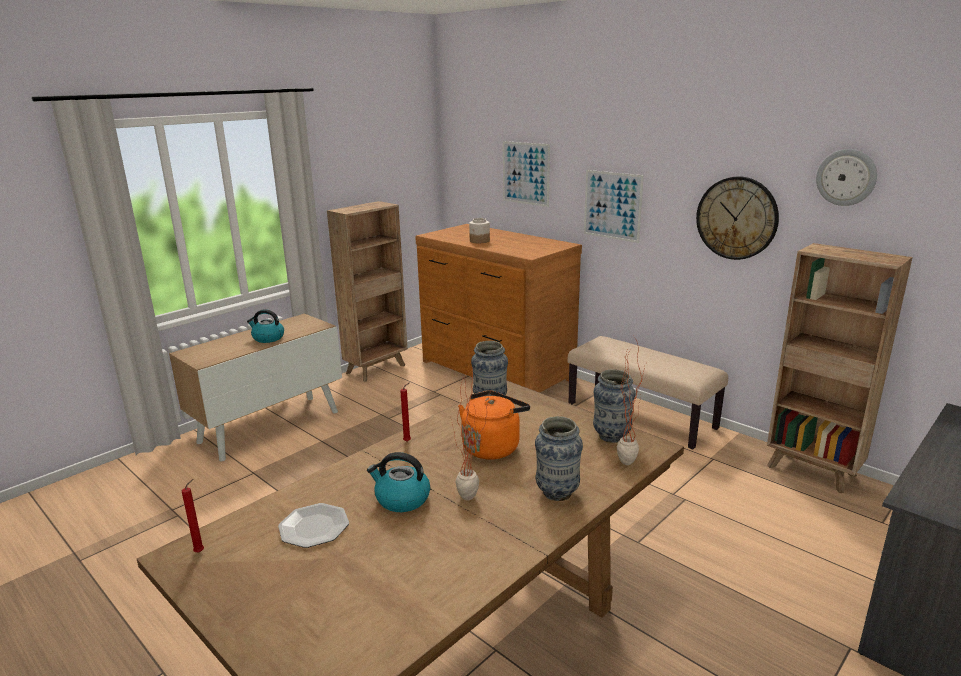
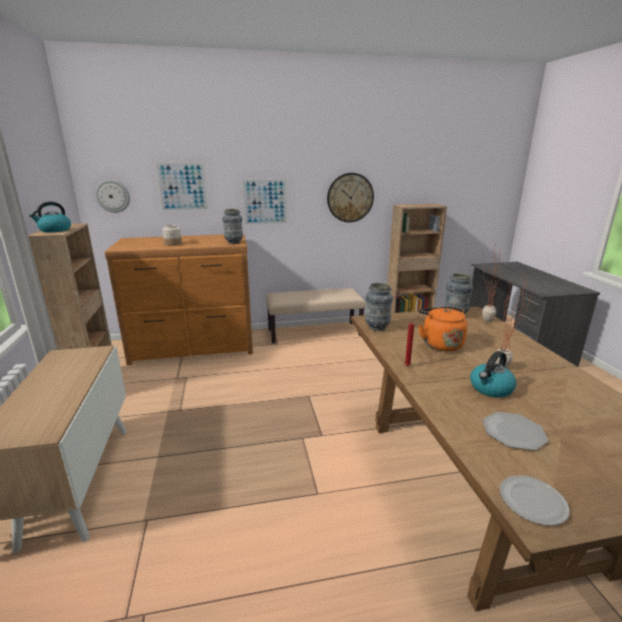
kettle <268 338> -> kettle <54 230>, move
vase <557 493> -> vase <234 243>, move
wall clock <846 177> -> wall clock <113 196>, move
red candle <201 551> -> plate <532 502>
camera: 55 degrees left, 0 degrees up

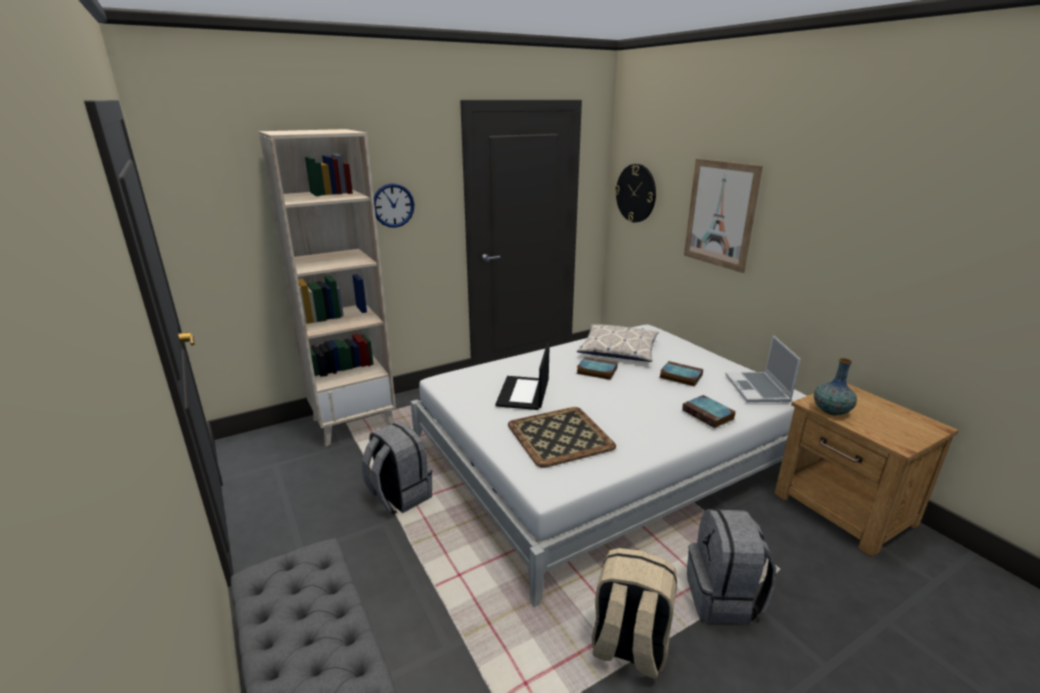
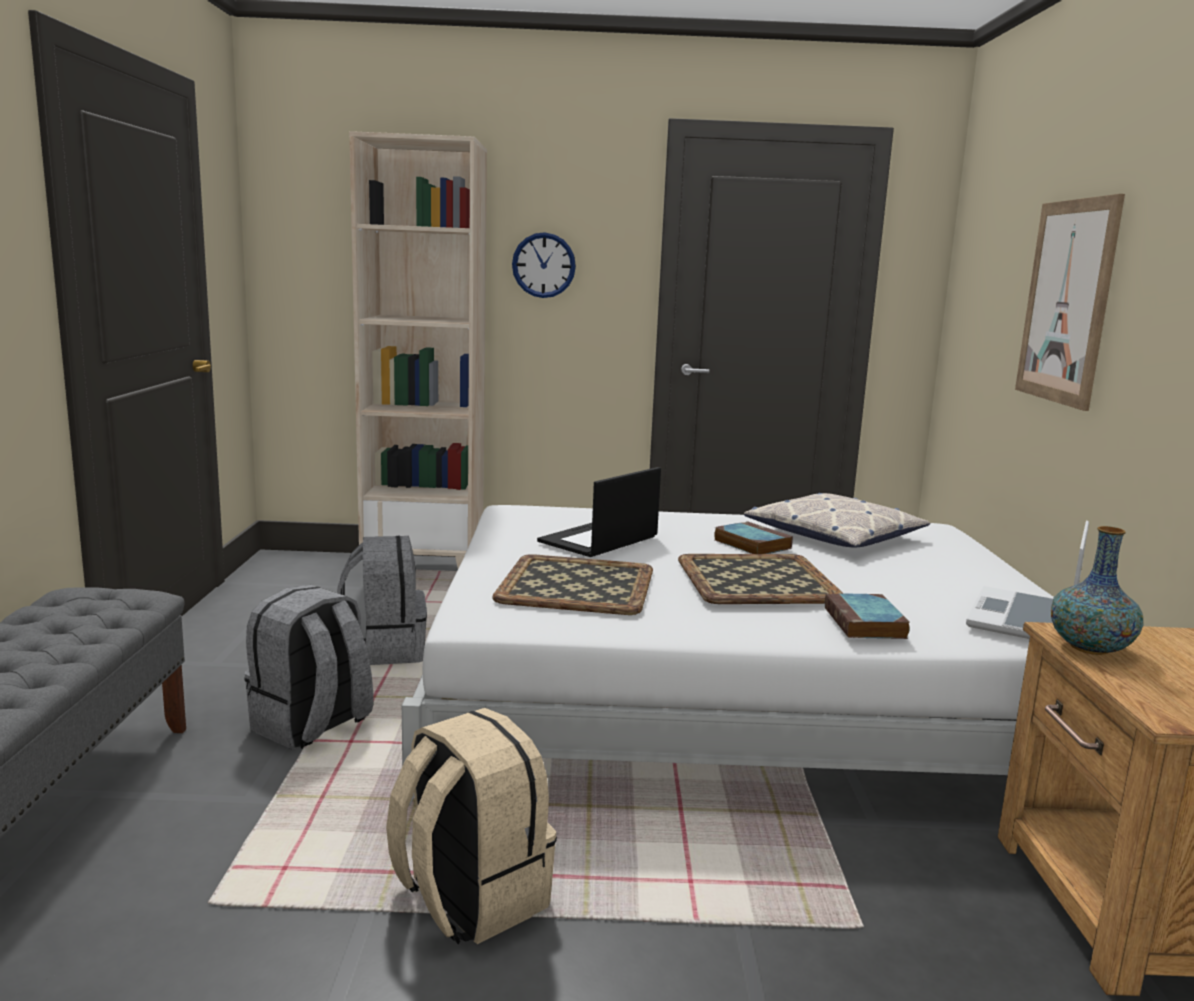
wall clock <636 193> -> none
book <679 376> -> none
none -> tray <755 579>
grey backpack <723 598> -> grey backpack <312 726>, move
camera: 30 degrees right, 10 degrees down

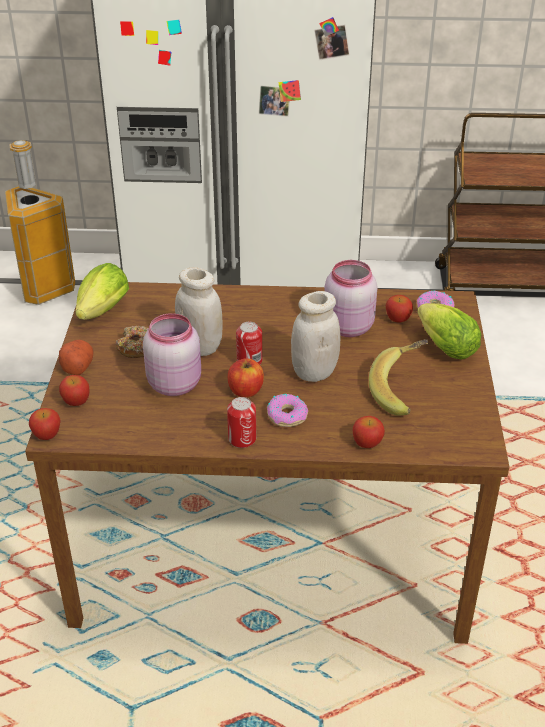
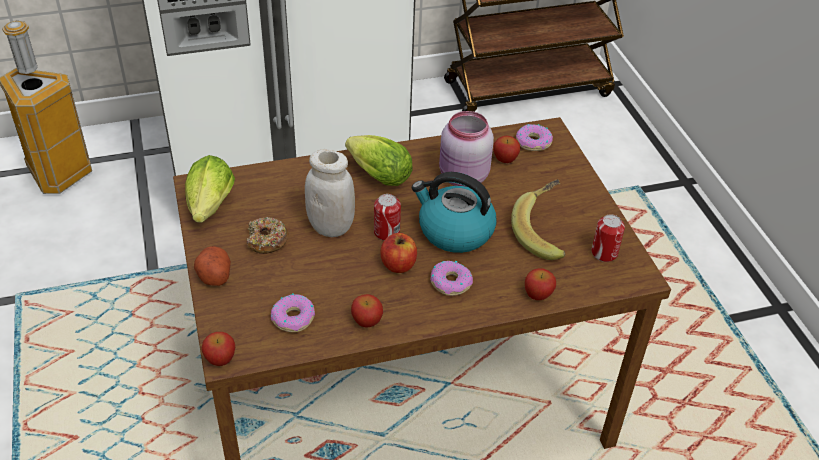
pink jar <174 383> -> none
none -> donut <293 318>
apple <76 401> -> apple <366 321>, move
can <242 439> -> can <604 253>, move
lettuce <443 346> -> lettuce <376 174>, move
white jar <314 372> -> kettle <454 231>
camera: 20 degrees left, 5 degrees up

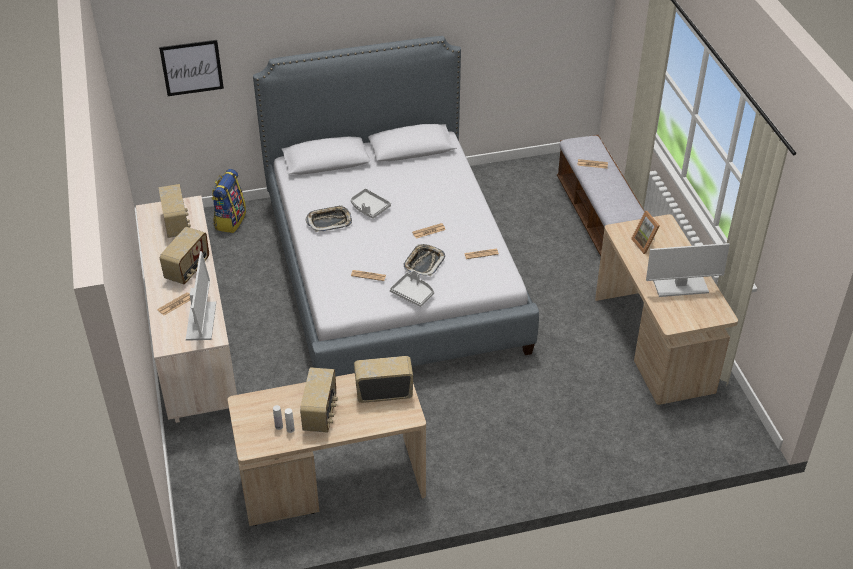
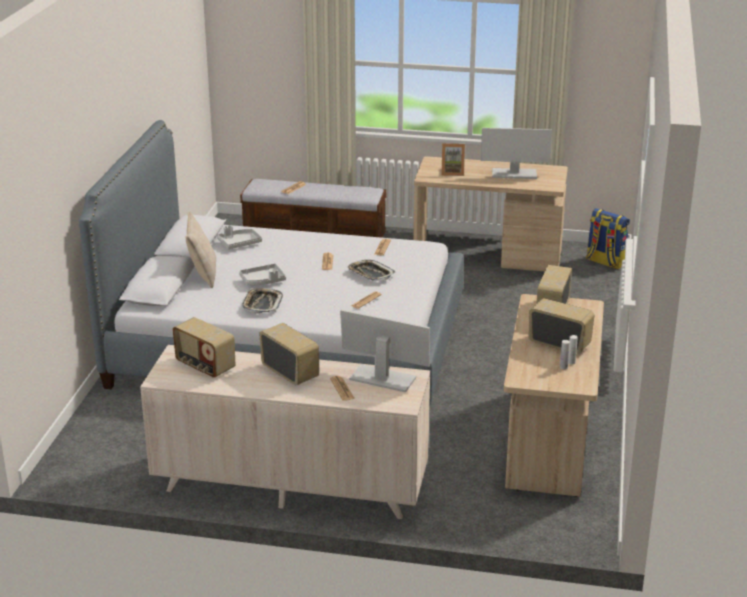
picture <192 67> -> none
none -> beige pillow <203 274>
backpack <230 220> -> backpack <605 262>, move
grey tray <413 294> -> grey tray <239 243>, move
radio <177 224> -> radio <204 366>, 150 degrees counterclockwise
monitor <680 287> -> monitor <513 174>, 75 degrees clockwise
camera: 65 degrees left, 15 degrees down

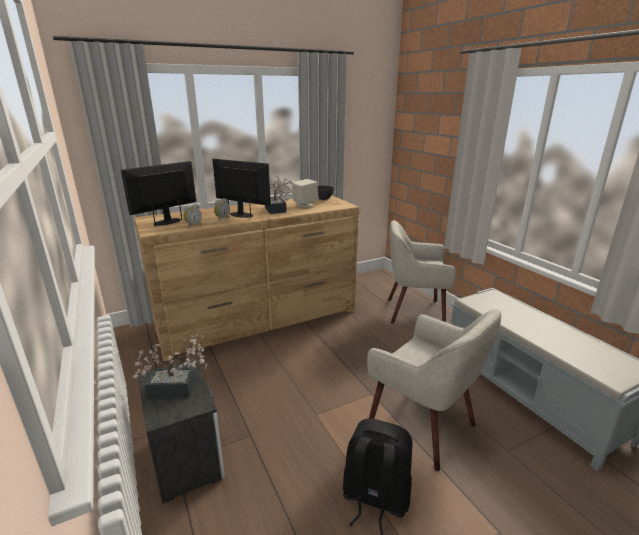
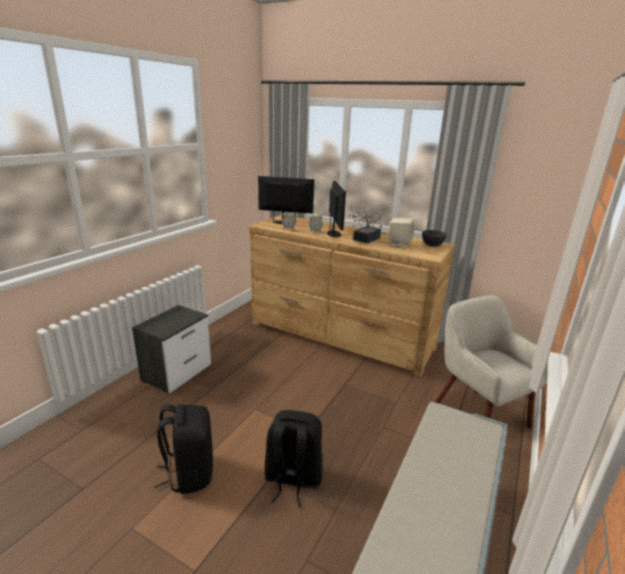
potted plant <178 388> -> none
beige armchair <423 426> -> black backpack <292 479>
camera: 55 degrees right, 0 degrees up

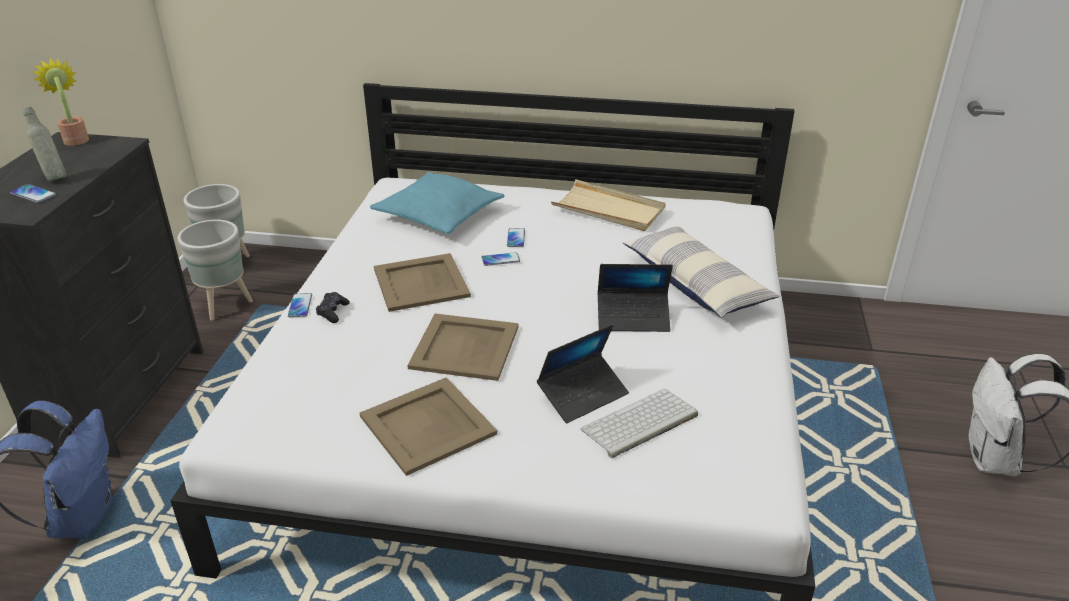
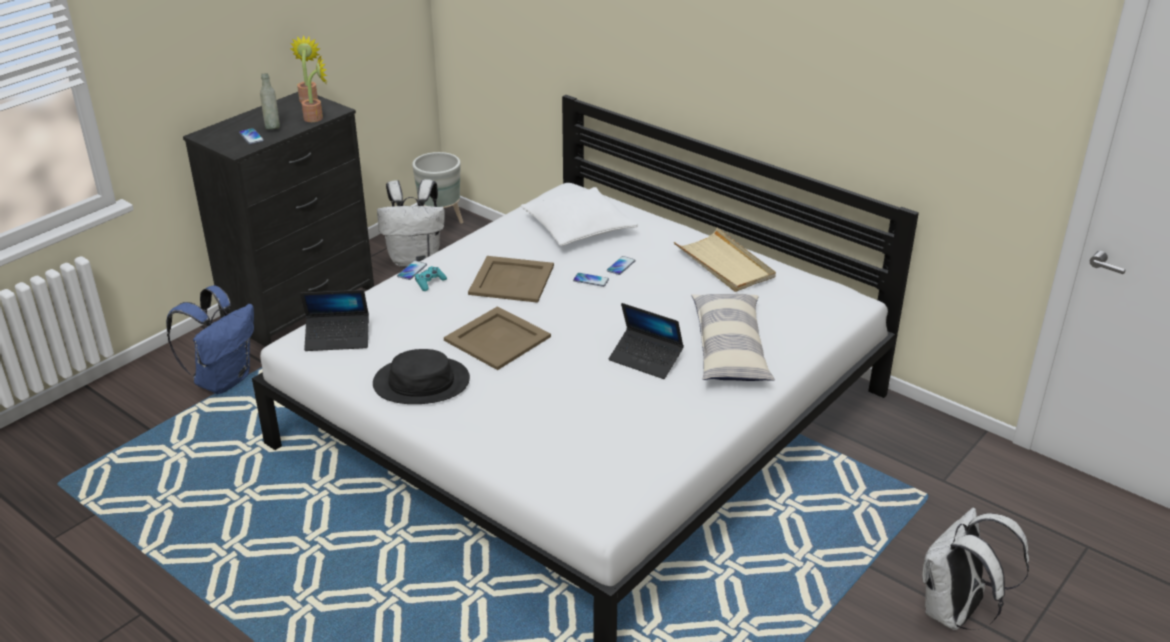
keyboard <639 424> -> none
none -> potted plant <317 117>
laptop <583 394> -> laptop <338 338>, move
grey planter <225 305> -> white backpack <416 259>
beige tray <426 425> -> black hat <421 382>
black game controller <333 312> -> turquoise game controller <430 282>
turquoise pillow <438 215> -> white pillow <578 228>
camera: 30 degrees right, 0 degrees up

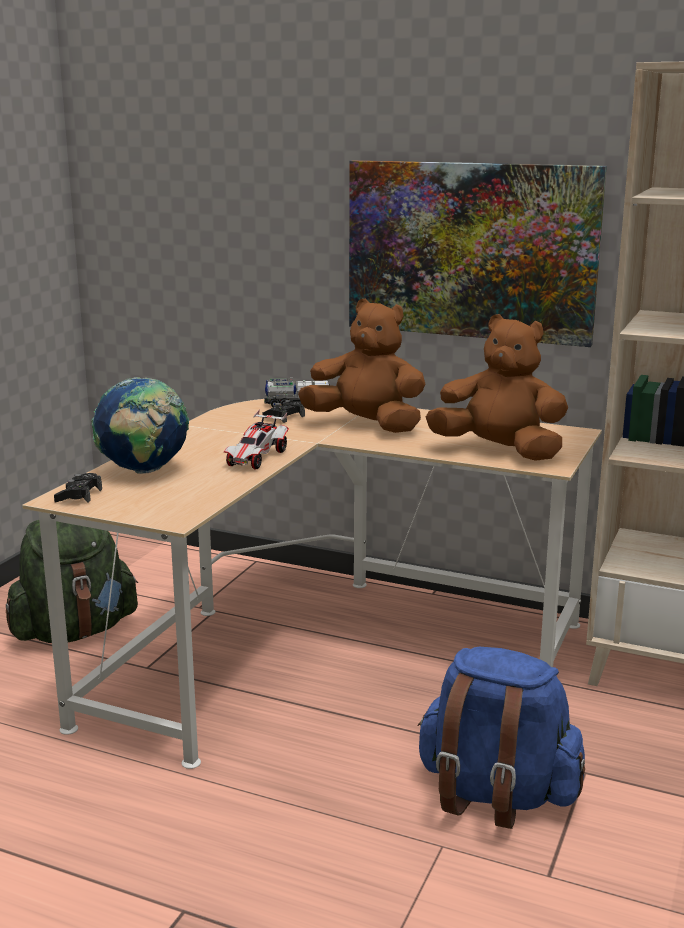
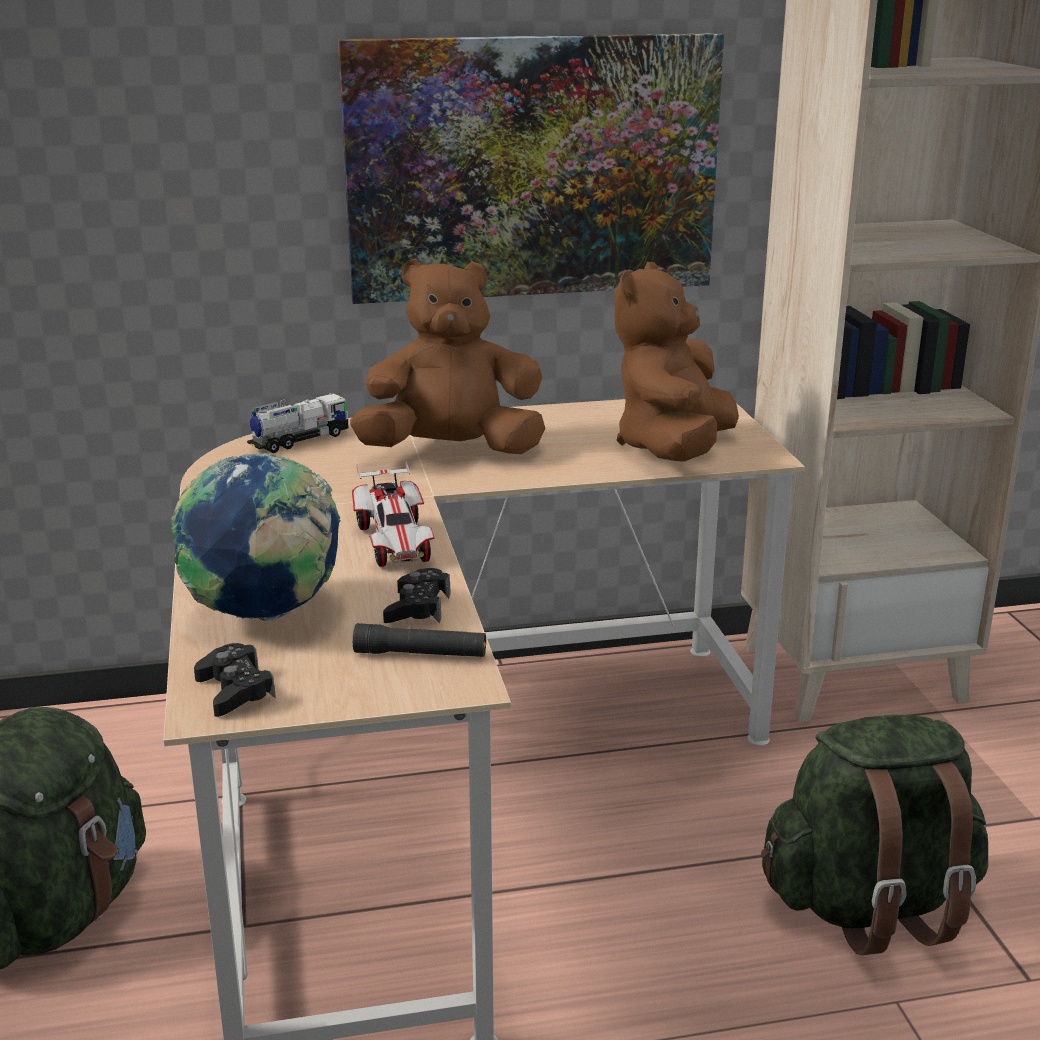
none -> black flashlight <420 654>
black game controller <284 417> -> black game controller <418 608>, move
blue backpack <495 794> -> green backpack <870 905>
brown plush toy <499 451> -> brown plush toy <673 450>, 60 degrees counterclockwise
camera: 35 degrees left, 5 degrees up

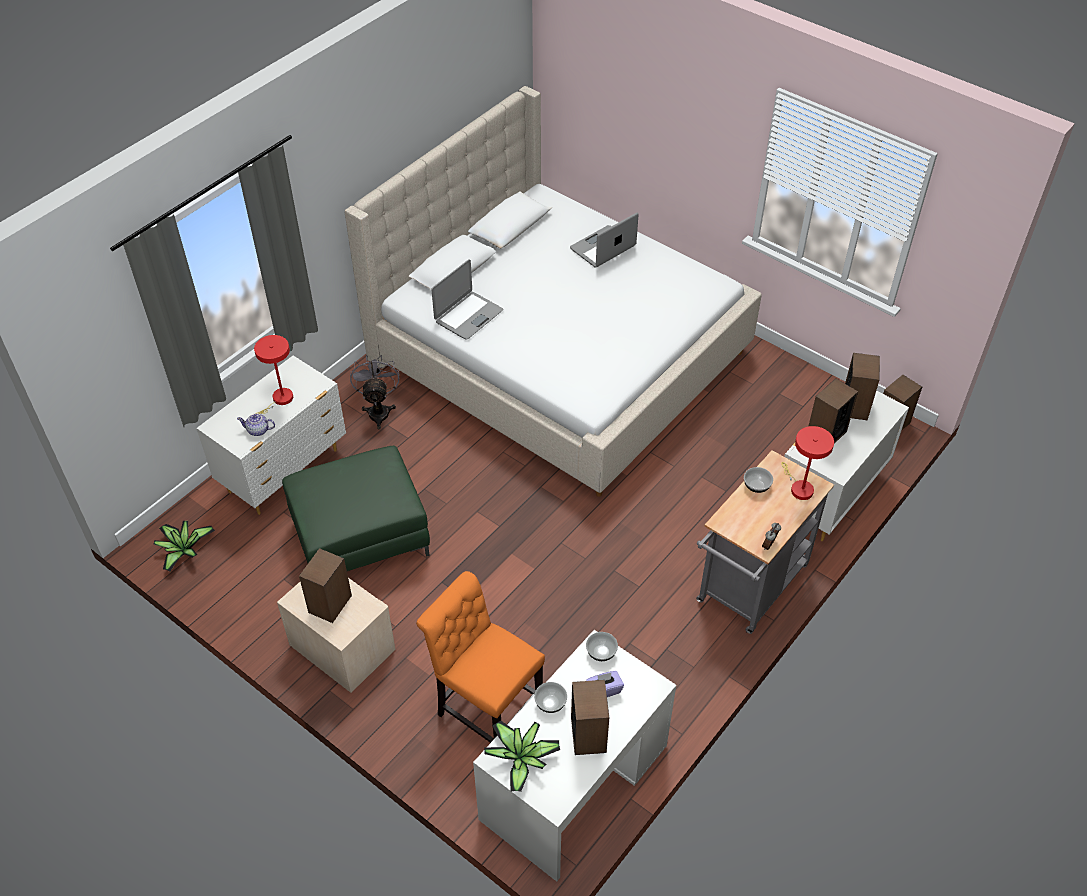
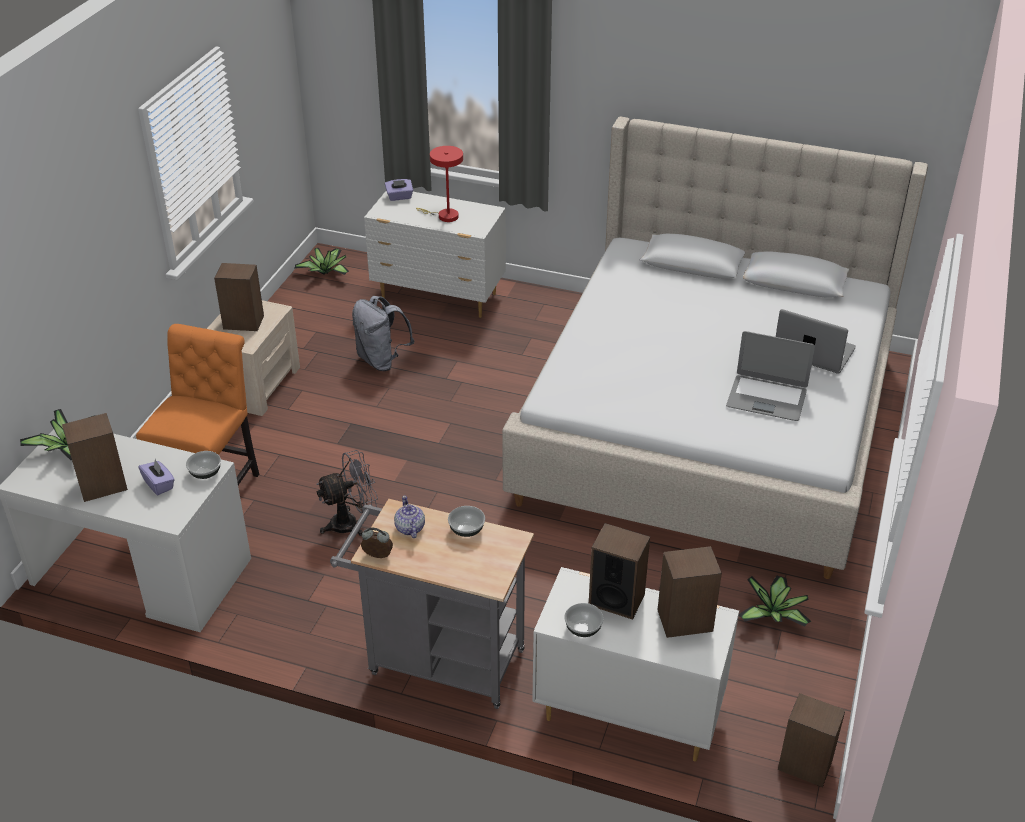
red table lamp <799 488> -> none
none -> purple tissue box <399 197>
none -> potted plant <774 614>
teapot <258 430> -> teapot <409 528>, move
grey fan <379 410> -> grey fan <351 523>, move
laptop <468 316> -> laptop <766 398>, move
bowl <551 703> -> bowl <583 629>, move
green ottoman <360 538> -> grey backpack <382 360>
camera: 70 degrees right, 10 degrees down

